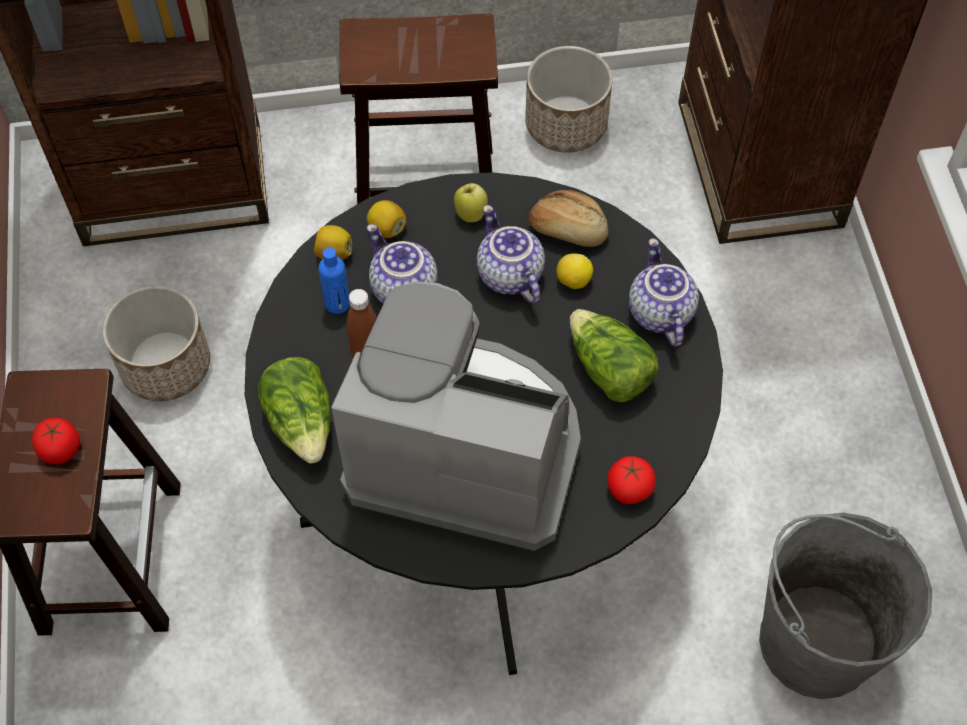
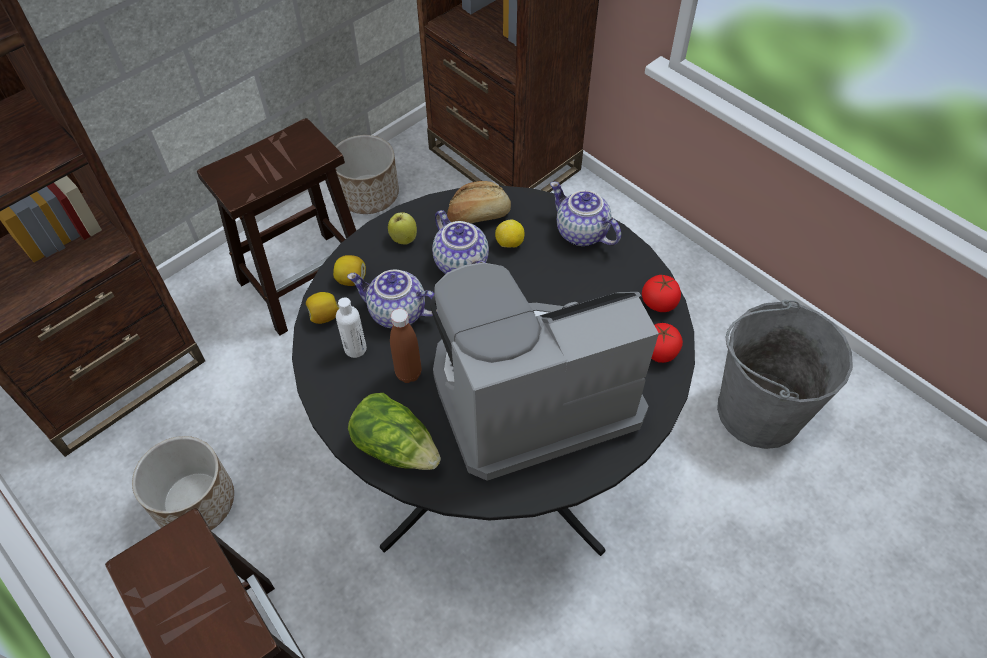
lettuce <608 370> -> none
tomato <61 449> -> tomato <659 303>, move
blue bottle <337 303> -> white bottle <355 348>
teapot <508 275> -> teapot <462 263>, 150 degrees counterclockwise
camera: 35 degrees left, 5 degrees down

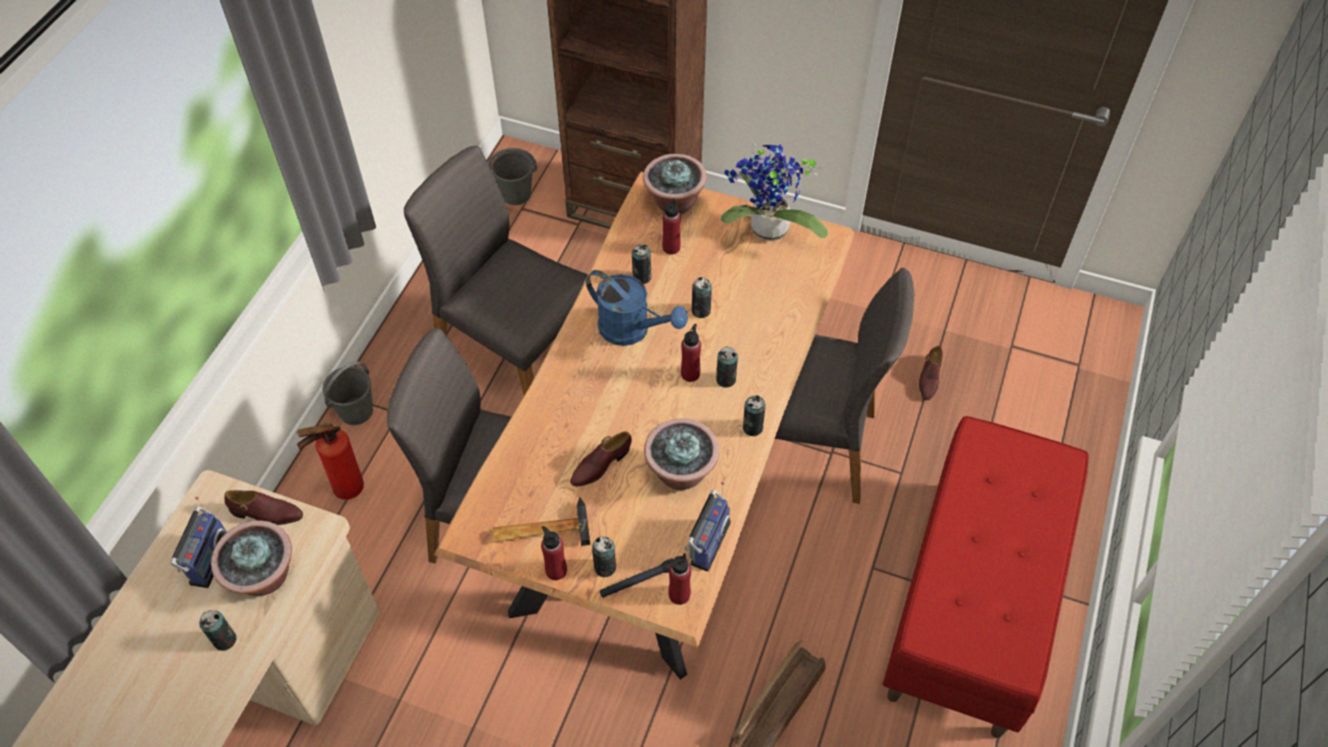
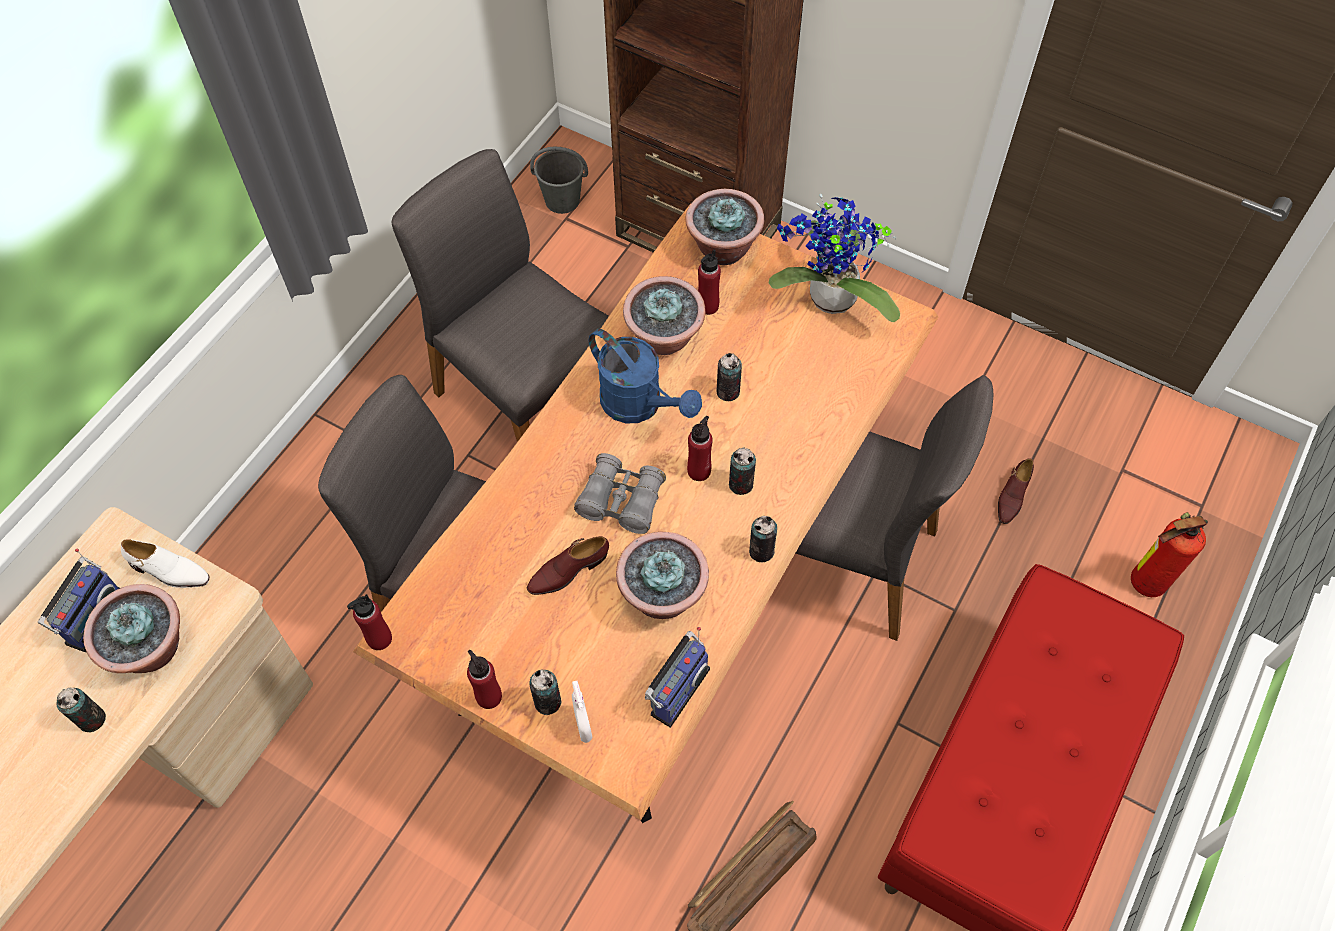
grey bucket <356 411> -> none
hammer <541 529> -> none
none -> grey binoculars <621 501>
fire extinguisher <344 490> -> fire extinguisher <1142 584>, move
red bottle <679 594> -> red bottle <379 638>, move
black flashlight <638 581> -> white spray bottle <583 726>
can <641 277> -> potted plant <664 339>
brown shoe <266 514> -> white shoe <169 571>
camera: 10 degrees right, 5 degrees up

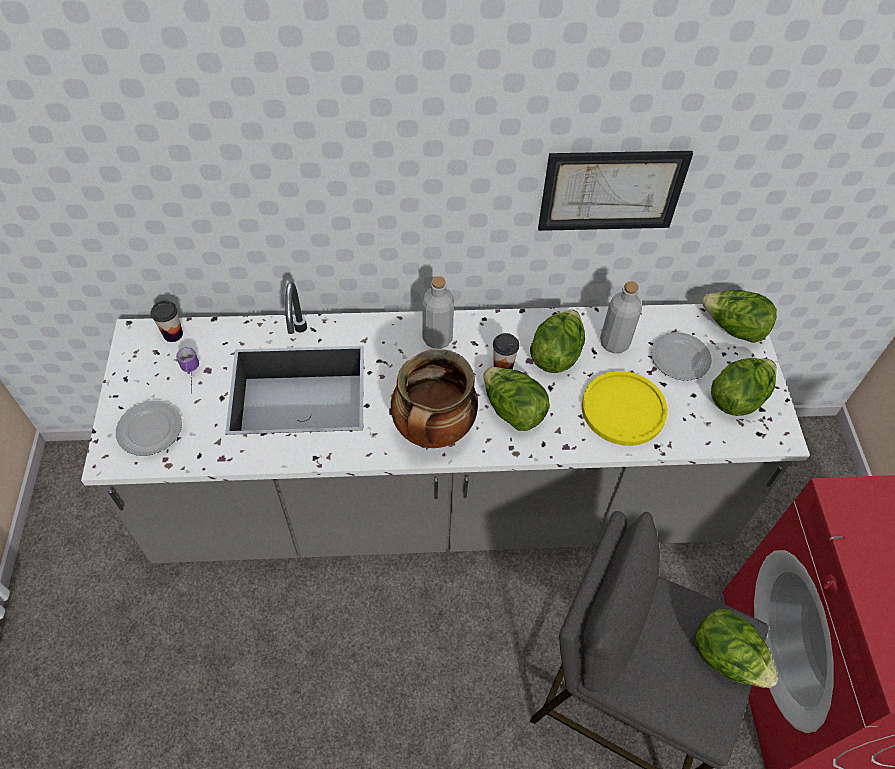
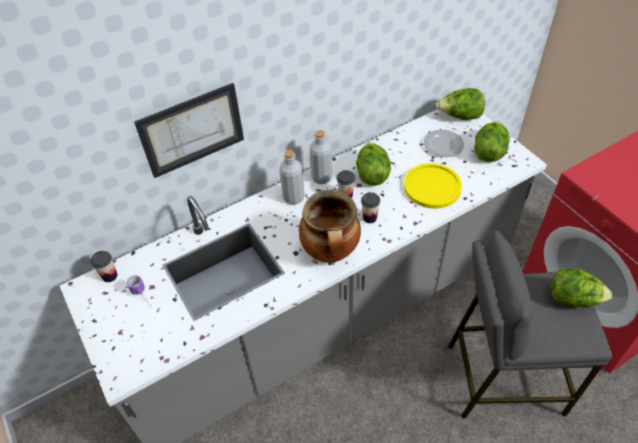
plate <150 429> -> none
picture <611 190> -> picture <192 130>, move
grey bottle <614 343> -> grey bottle <321 177>, move
lettuce <512 411> -> cup <369 218>
camera: 25 degrees left, 5 degrees down

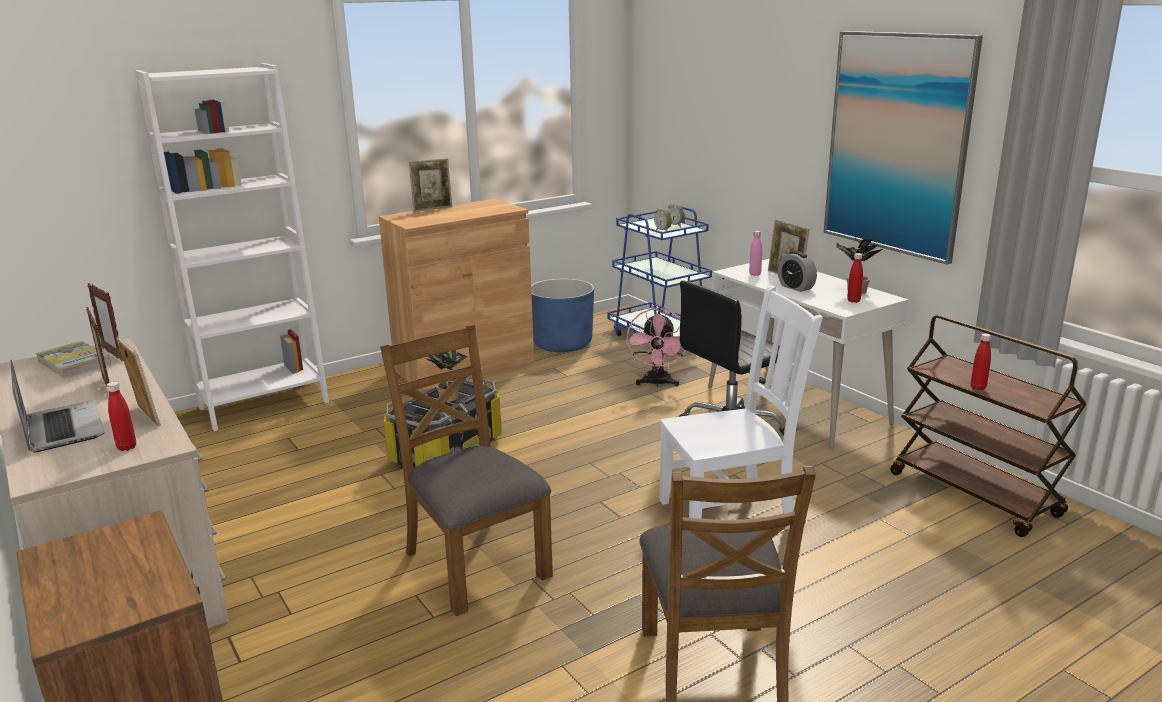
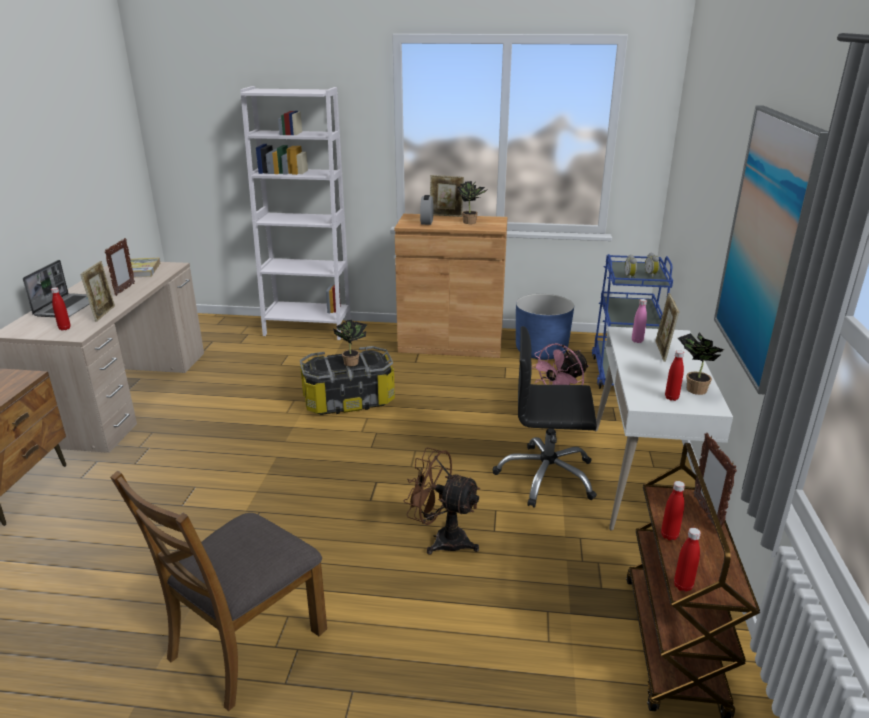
brown chair <474 564> -> none
none -> potted plant <471 222>
none -> red bottle <683 586>
picture frame <113 354> -> picture frame <706 513>, move
alarm clock <795 287> -> alarm clock <426 222>, move
white chair <730 513> -> brown fan <442 539>
camera: 40 degrees right, 5 degrees up

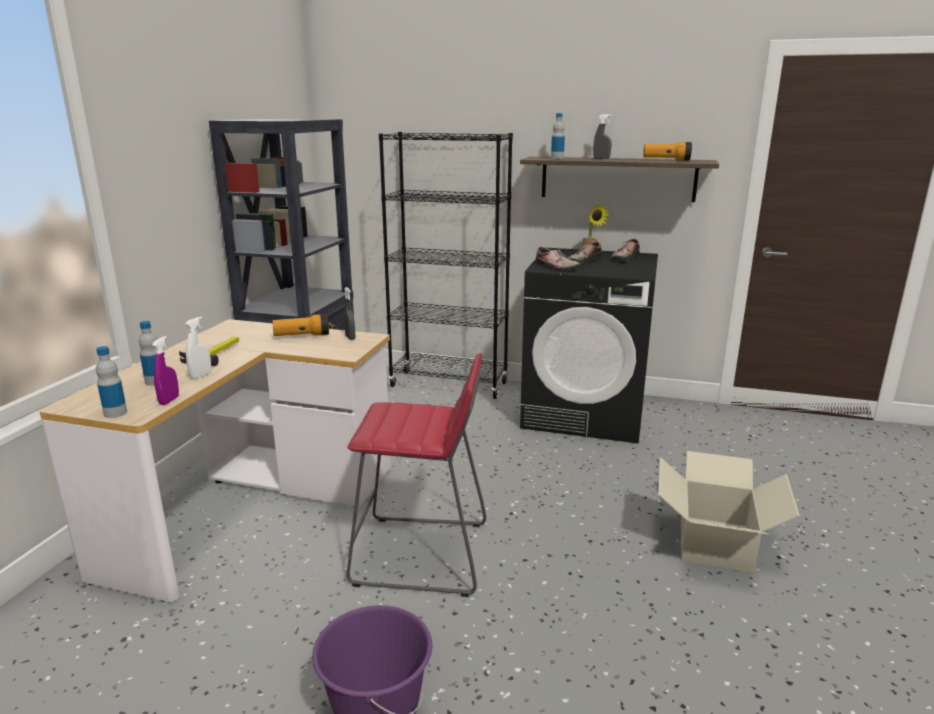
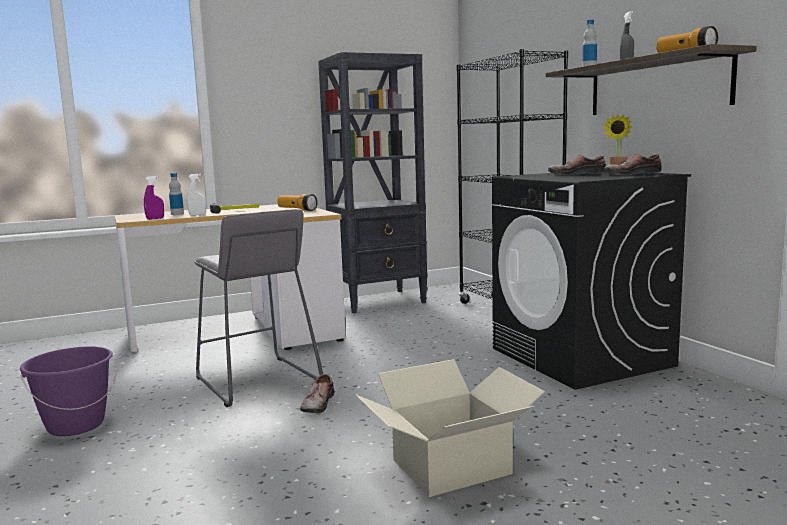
bottle <115 413> -> none
grey spray bottle <350 337> -> none
shoe <555 267> -> shoe <317 404>, move
red stool <421 554> -> grey stool <257 381>
camera: 50 degrees right, 10 degrees down

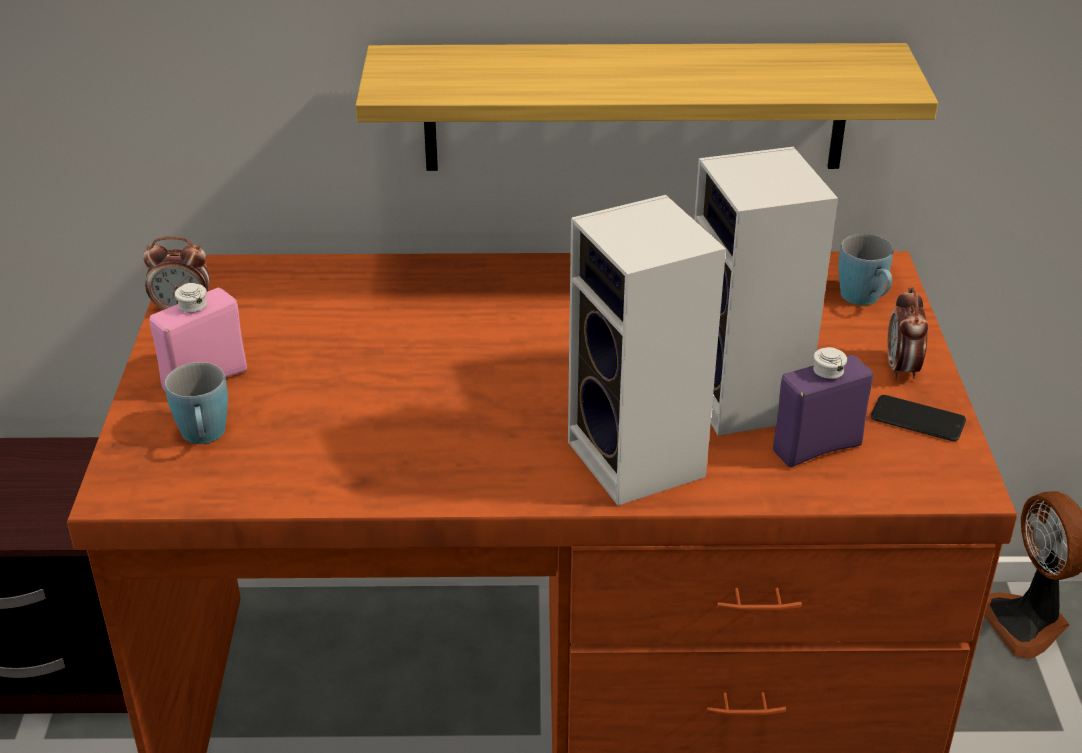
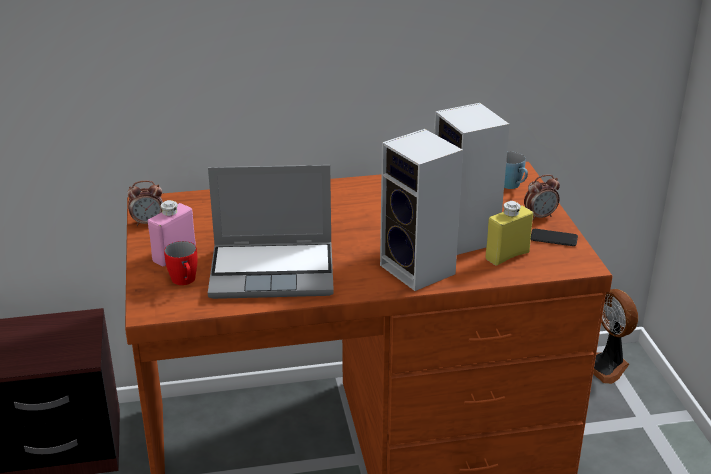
shelf <635 107> -> none
none -> laptop <274 271>
blue mug <204 437> -> red mug <185 282>
purple bottle <817 447> -> yellow bottle <507 255>
alarm clock <902 369> -> alarm clock <540 216>, 105 degrees counterclockwise
camera: 10 degrees left, 5 degrees down

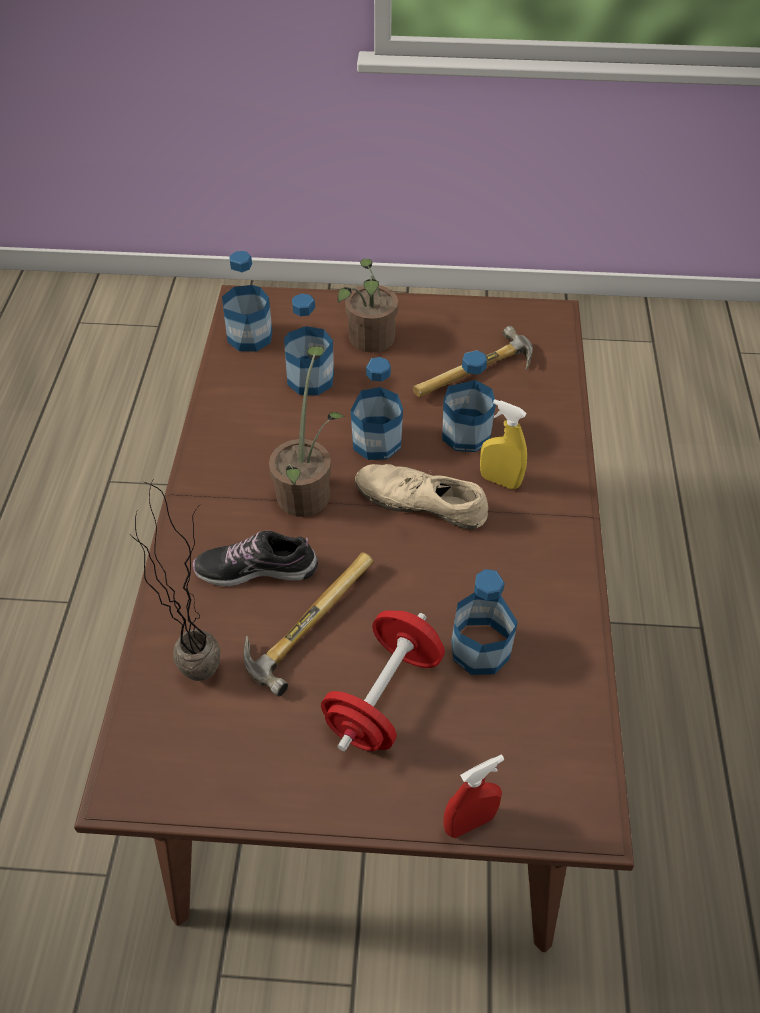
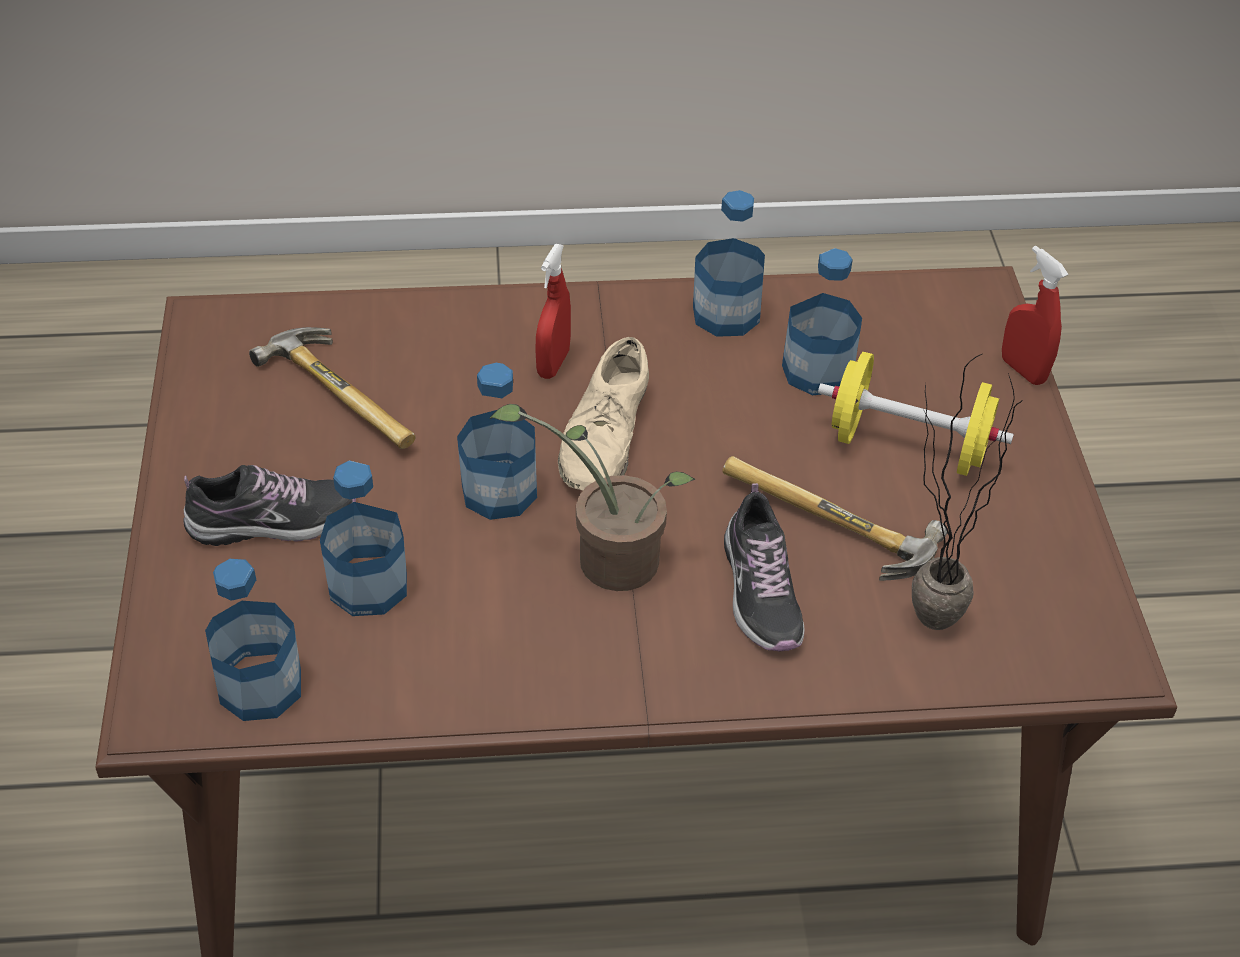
bottle <466 434> -> bottle <726 314>, move
potted plant <370 341> -> shoe <272 521>
red dumbbell <383 697> -> yellow dumbbell <907 446>
yellow spray bottle <499 480> -> red spray bottle <553 363>
camera: 100 degrees left, 5 degrees down

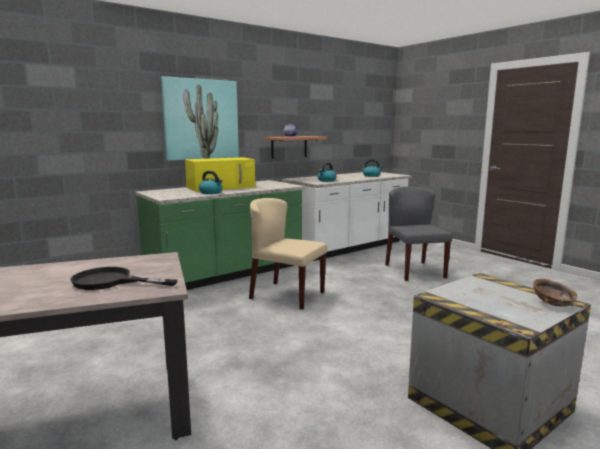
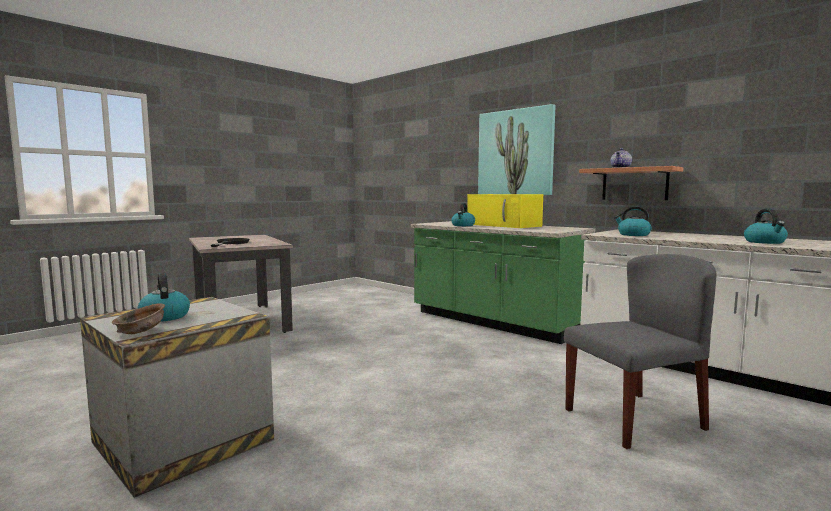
beige chair <286 295> -> none
none -> kettle <164 316>
camera: 80 degrees right, 5 degrees down

